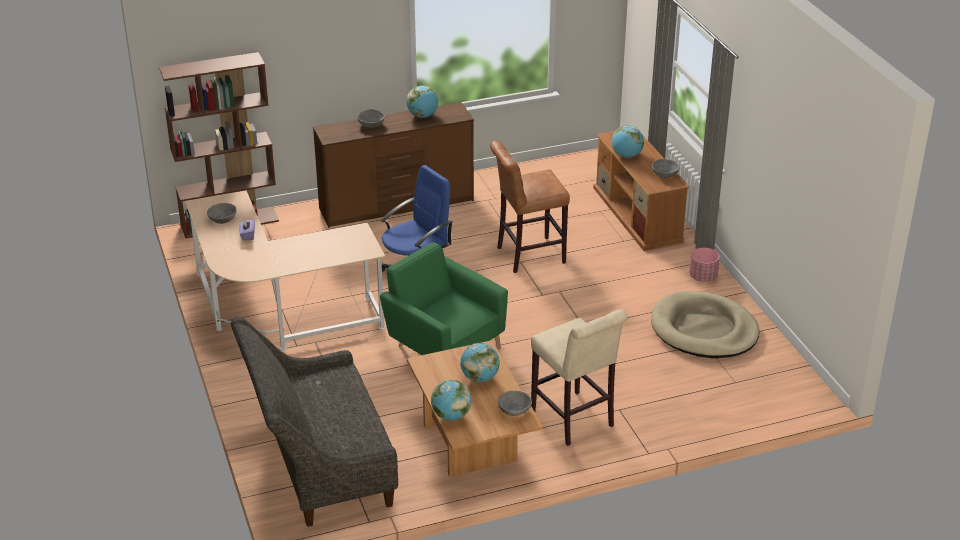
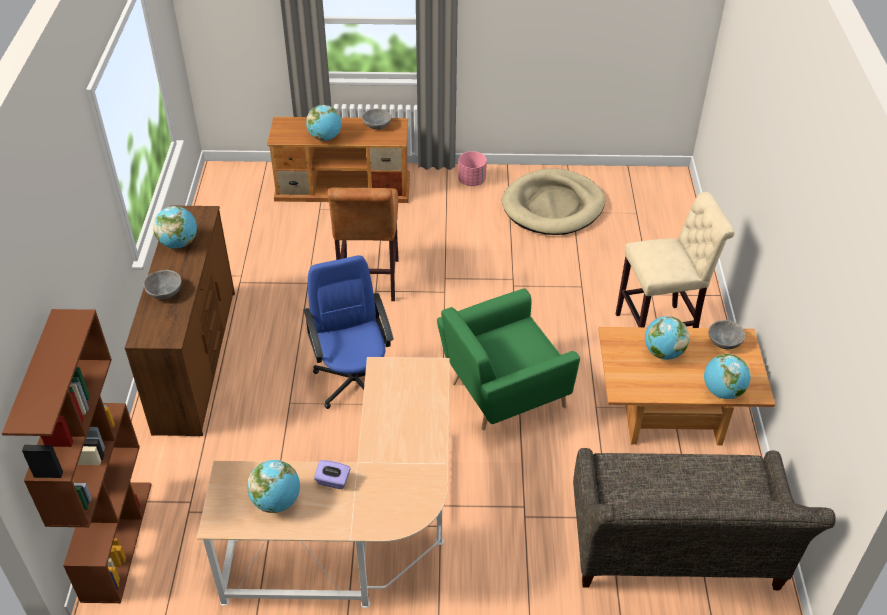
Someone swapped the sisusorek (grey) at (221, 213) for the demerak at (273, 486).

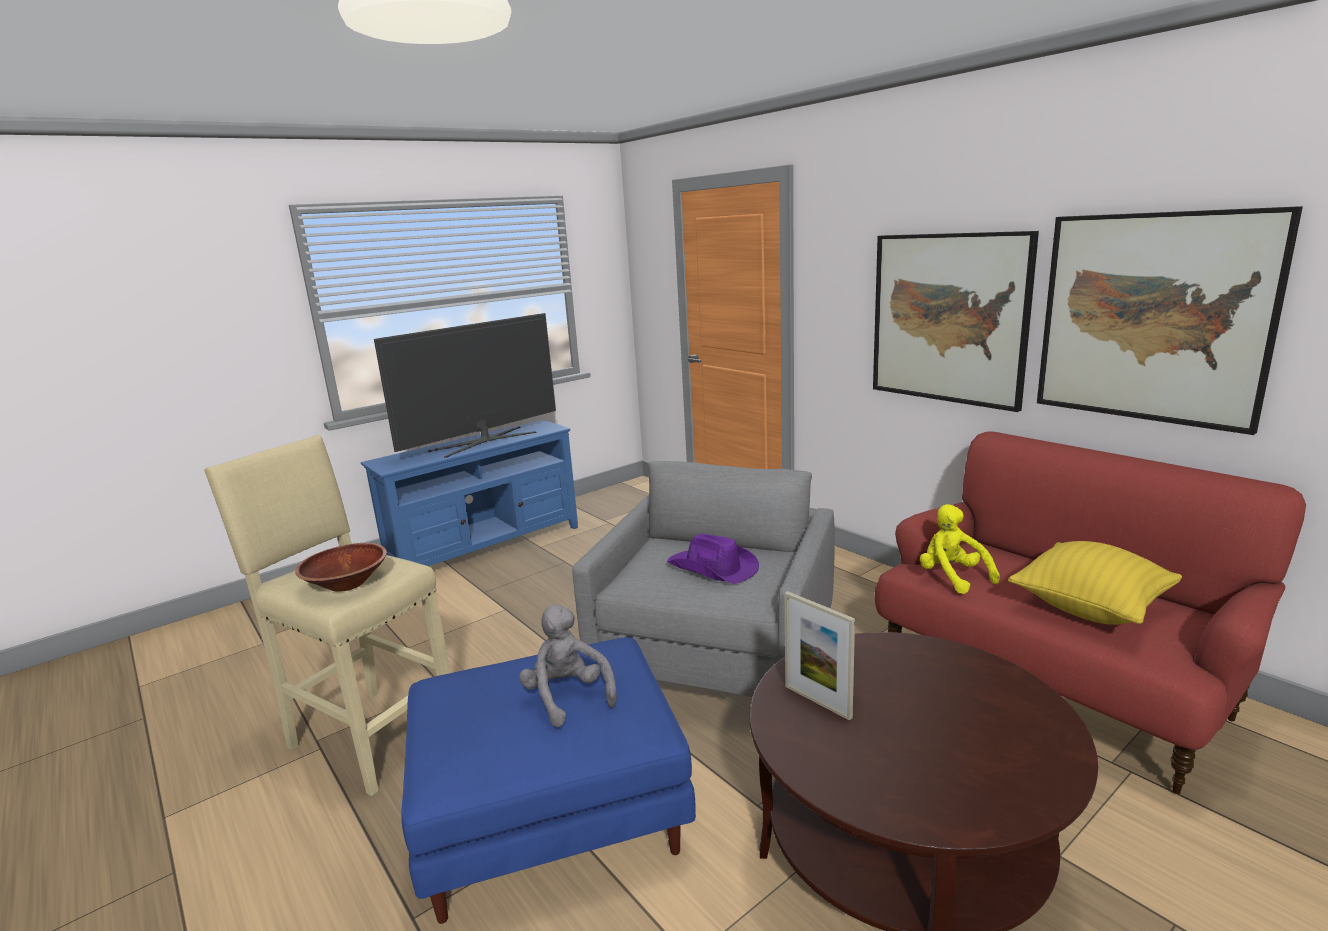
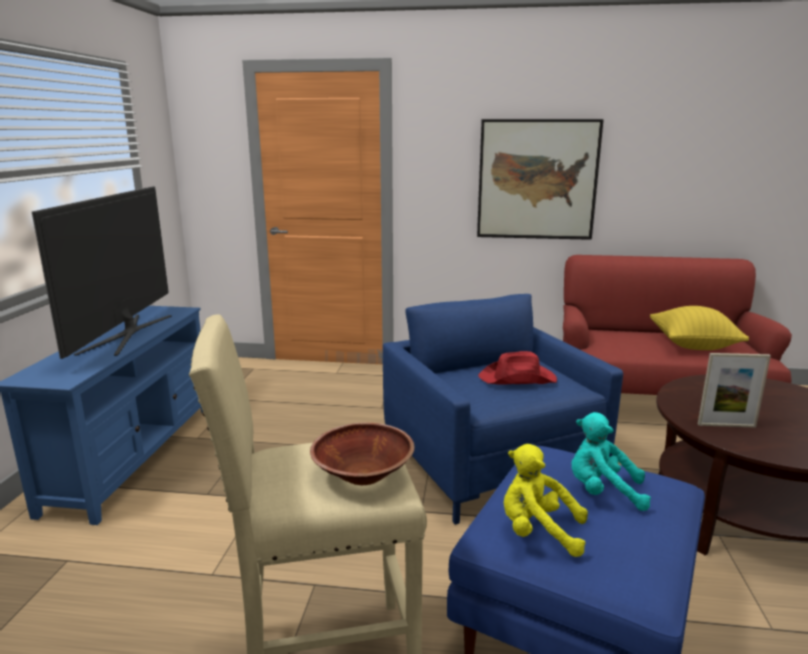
Someone took away the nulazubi at (1170, 320). Someone repainted the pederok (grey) at (703, 579), which became the pederok (blue) at (503, 409). Someone carried the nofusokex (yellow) from (960, 549) to (546, 500). Someone repainted the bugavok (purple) at (713, 559), which became the bugavok (red) at (517, 368). Someone repainted the nofusokex (grey) at (568, 665), which became the nofusokex (turquoise) at (611, 461).

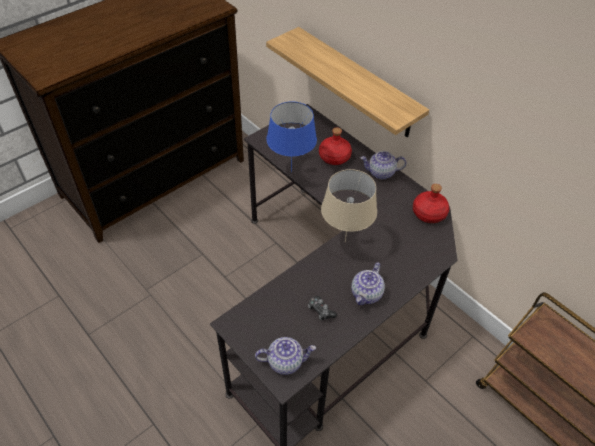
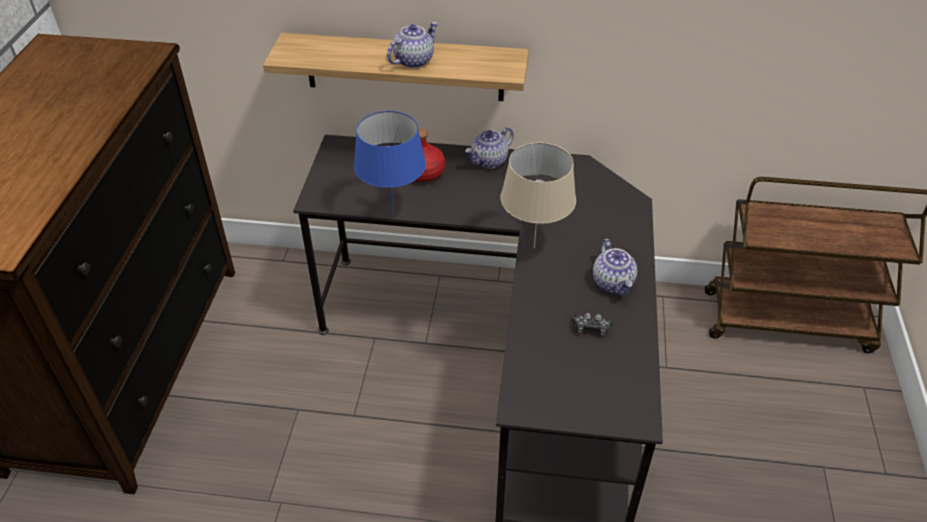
Someone took away the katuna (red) at (431, 203). Someone carried the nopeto from (285, 356) to (412, 45).

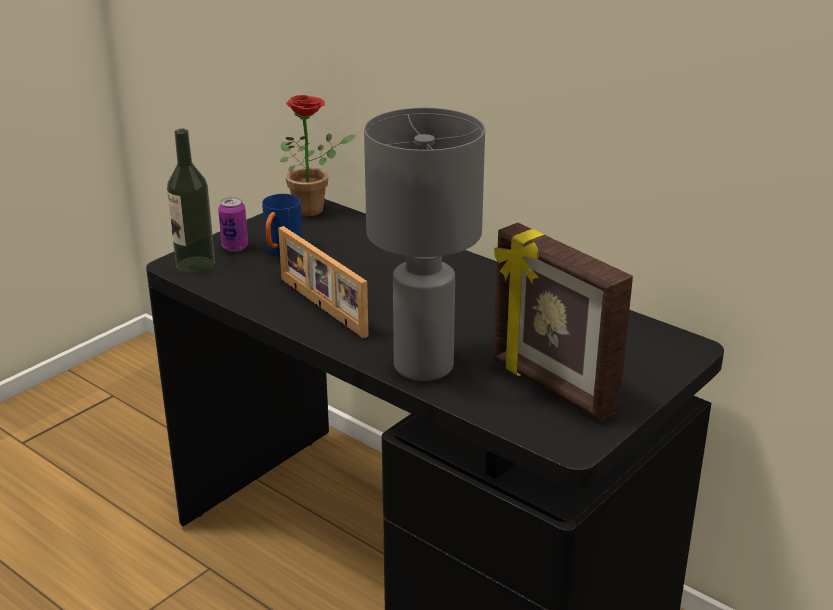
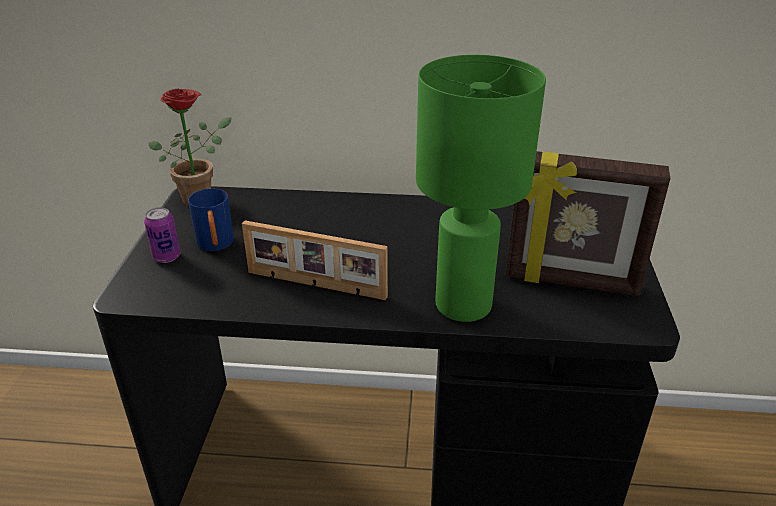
Someone repainted the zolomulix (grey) at (424, 244), which became the zolomulix (green) at (481, 188). Someone took away the katuna at (191, 201).

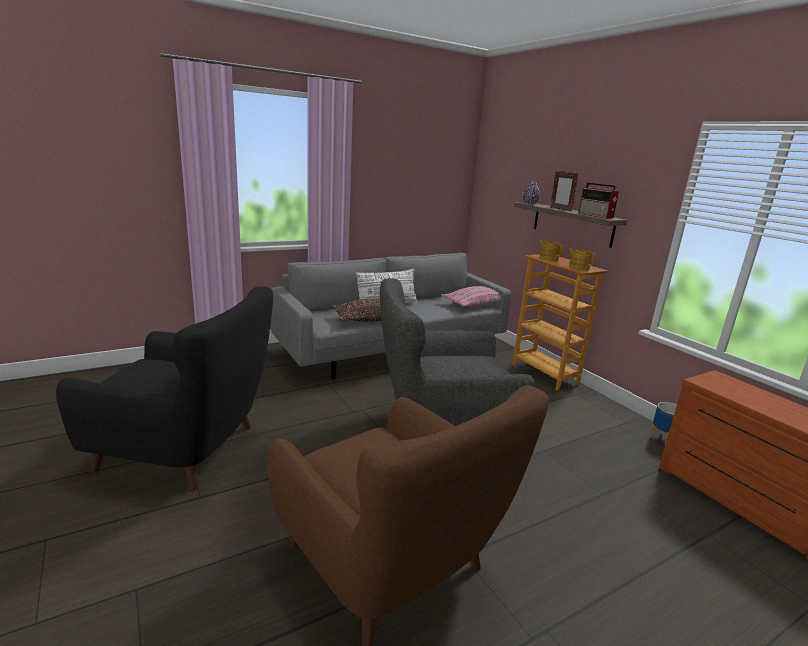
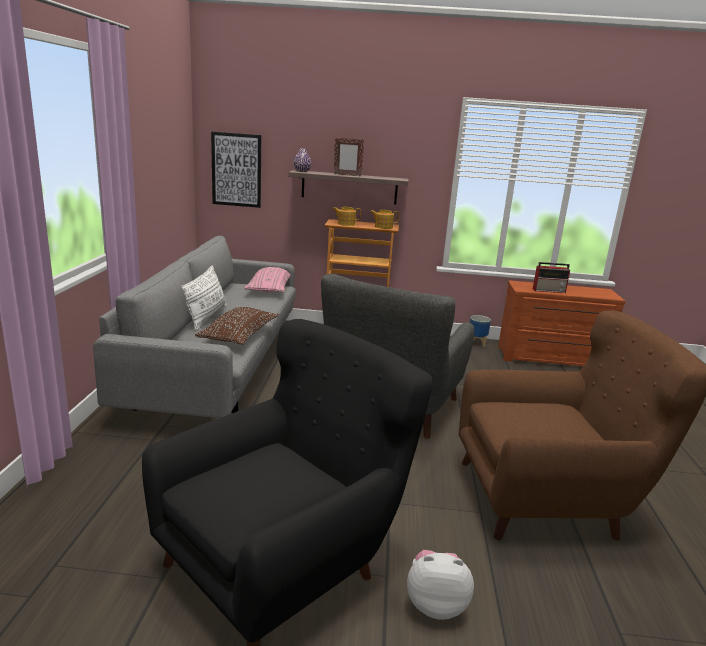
Someone carried the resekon from (598, 200) to (551, 277). Someone put up the nulazubi at (236, 169). Someone put down the nofusokex at (440, 585).

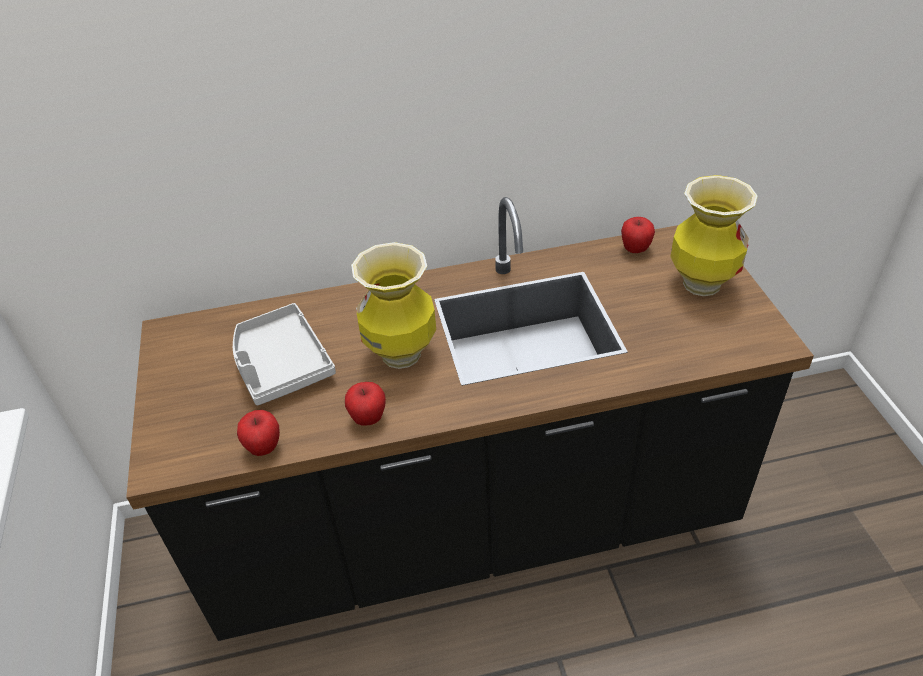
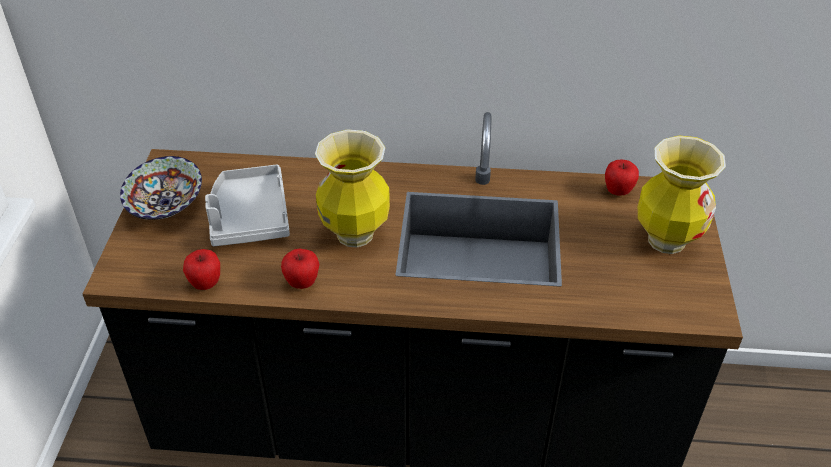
Someone put down the sisusorek at (161, 188).

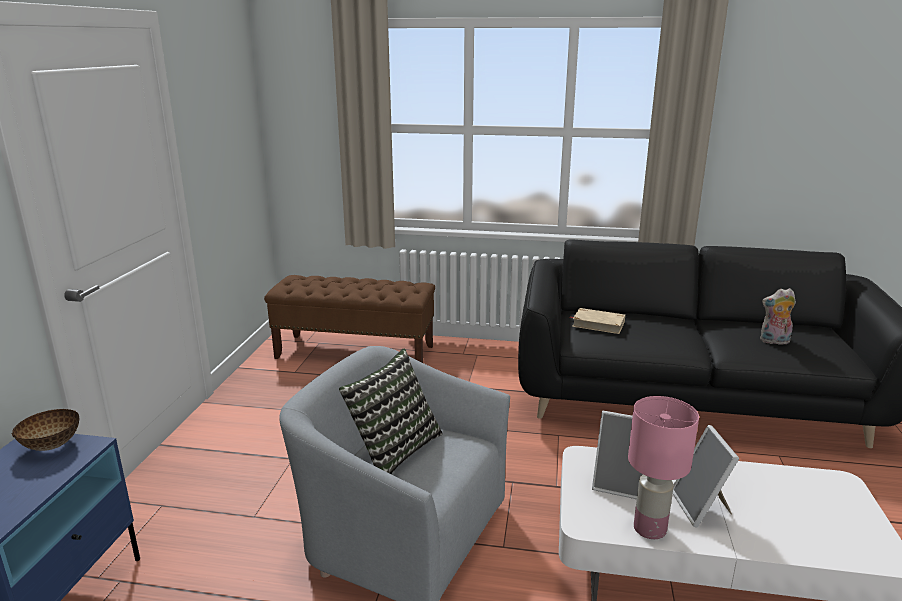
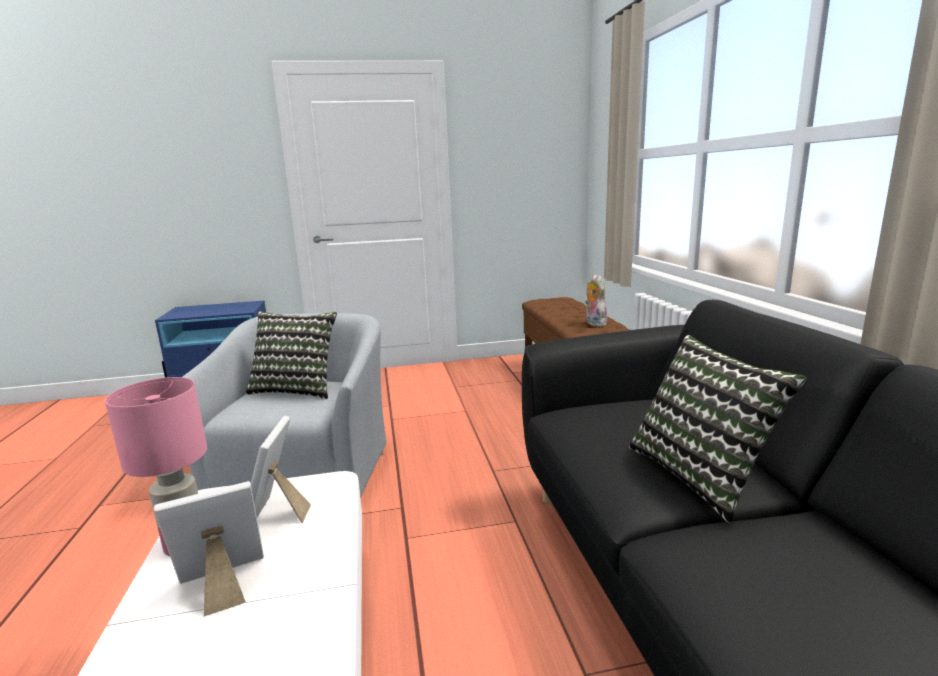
Someone carried the nofusokex from (778, 316) to (596, 300). Someone took away the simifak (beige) at (597, 321). Someone took away the sisusorek at (45, 430). Someone put down the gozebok at (718, 428).

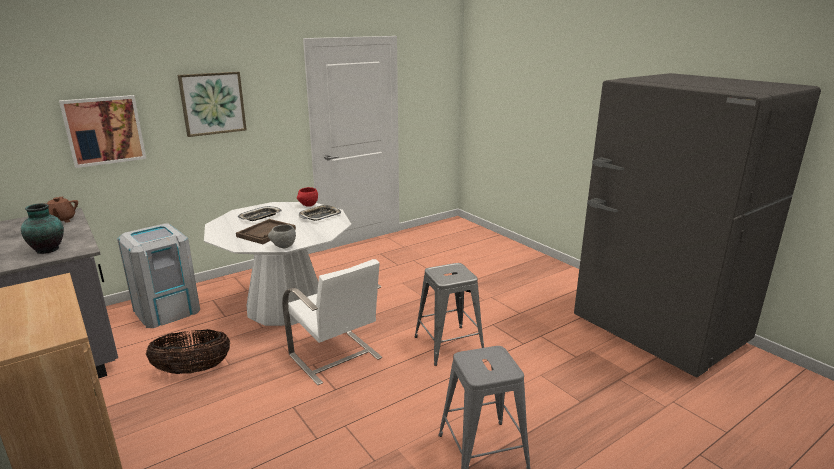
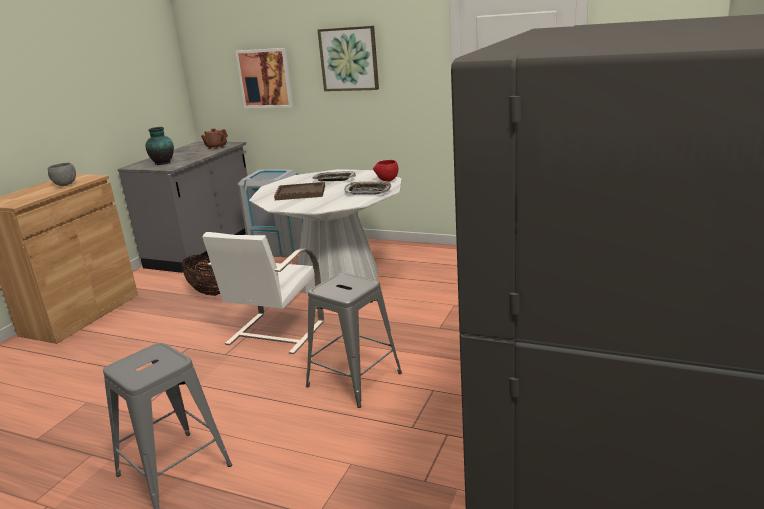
Someone carried the sisusorek (grey) from (282, 236) to (62, 174).

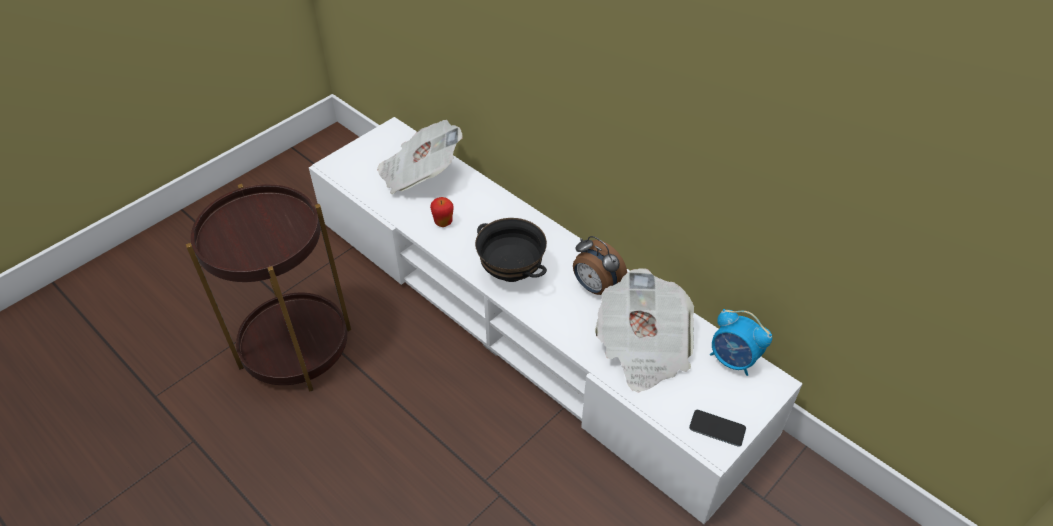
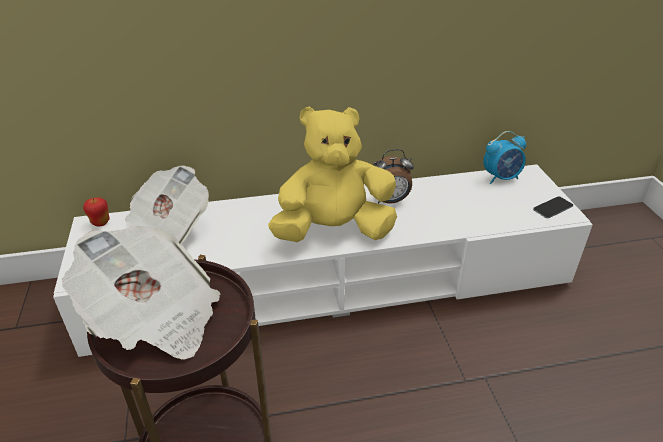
Someone carried the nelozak from (442, 212) to (96, 211). Someone swapped the sisusorek (black) at (511, 250) for the nofusokex (yellow) at (332, 174). Someone carried the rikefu from (644, 330) to (141, 293).

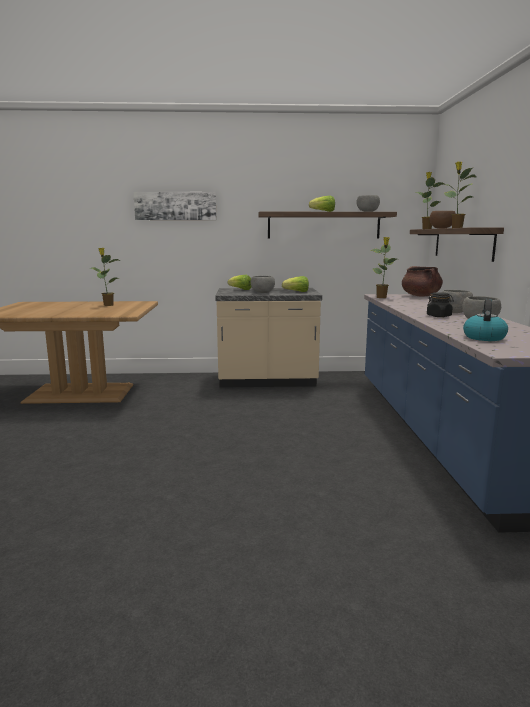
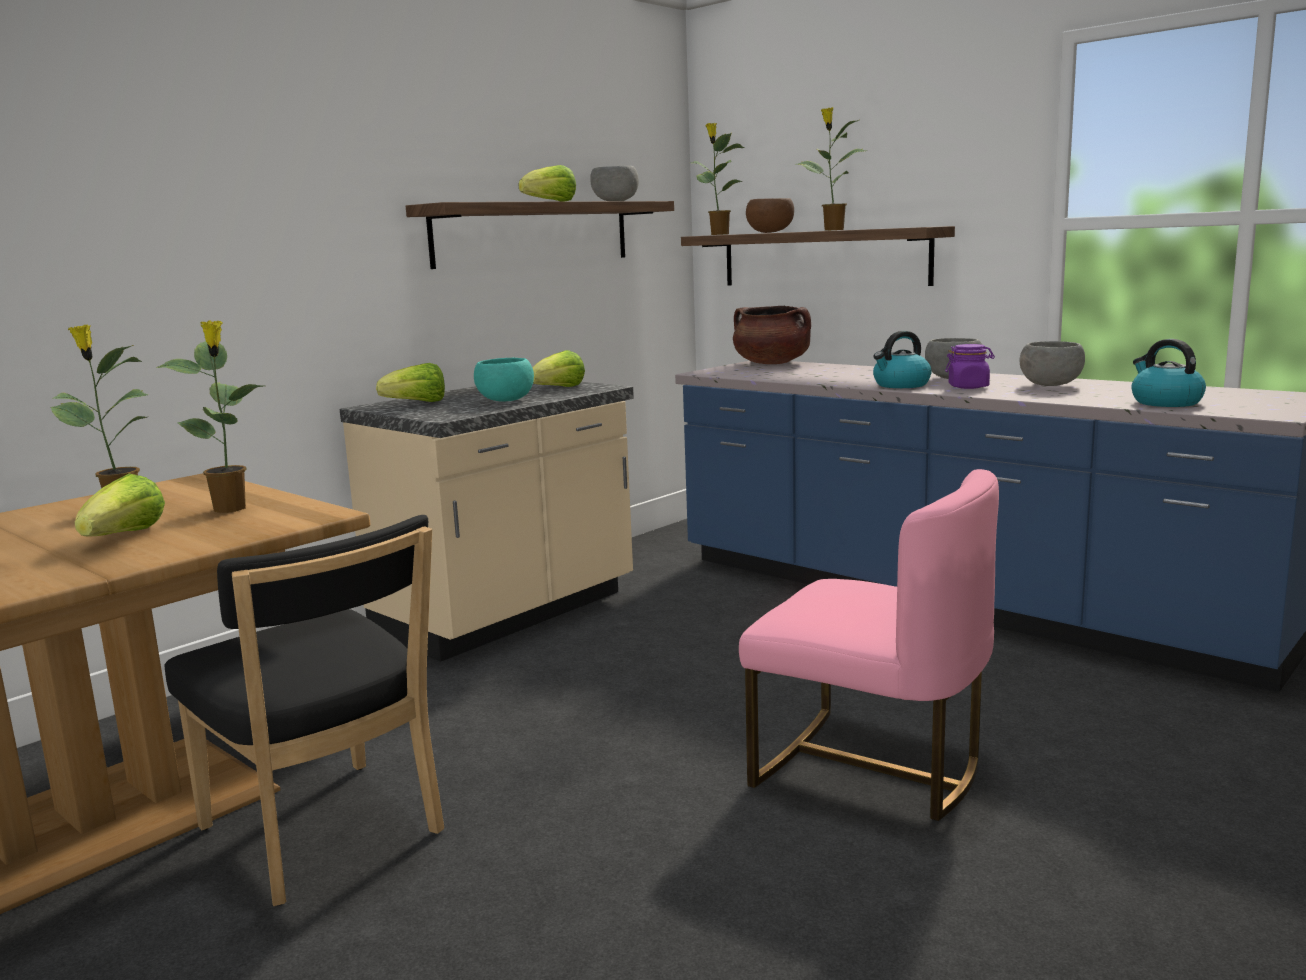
Someone took away the nulazubi at (174, 206). Someone carried the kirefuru from (383, 267) to (209, 416). Someone repainted the sisusorek (grey) at (263, 284), which became the sisusorek (turquoise) at (504, 379). Someone repainted the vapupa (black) at (440, 304), which became the vapupa (purple) at (970, 366). Someone put down the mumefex at (902, 359). Someone put down the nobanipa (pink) at (869, 645). Someone put down the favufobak at (120, 505). Someone put down the nobanipa (black) at (304, 710).

